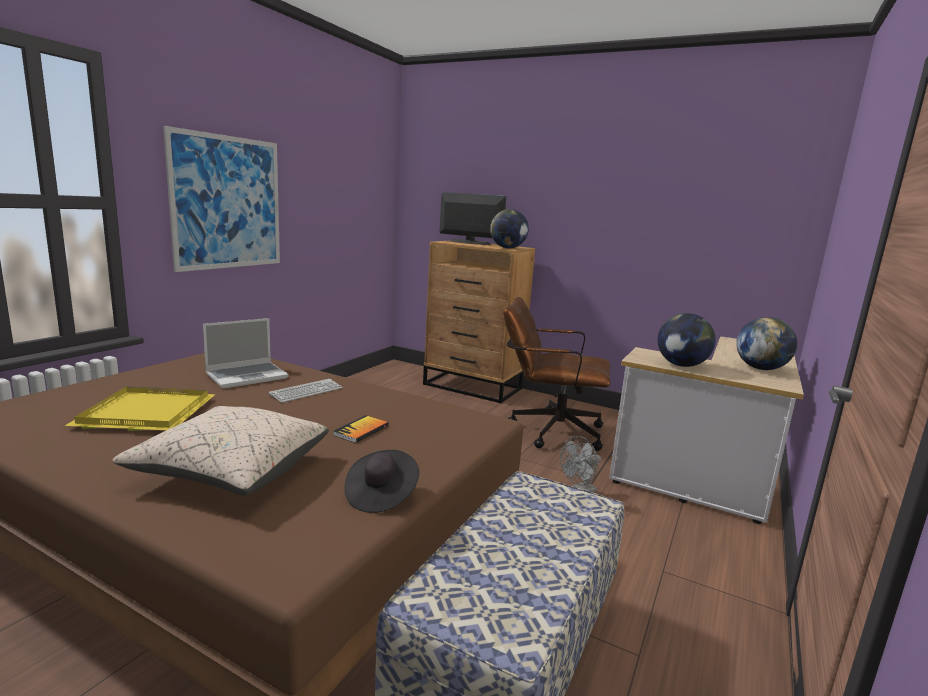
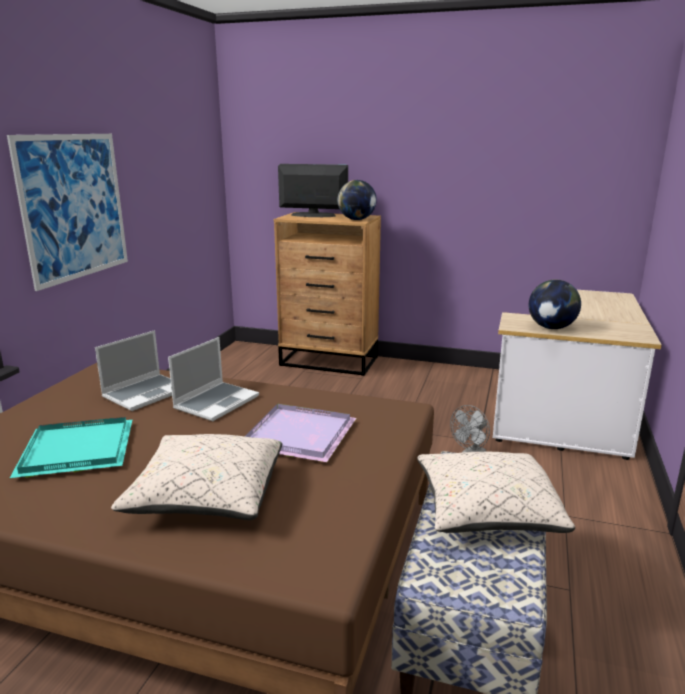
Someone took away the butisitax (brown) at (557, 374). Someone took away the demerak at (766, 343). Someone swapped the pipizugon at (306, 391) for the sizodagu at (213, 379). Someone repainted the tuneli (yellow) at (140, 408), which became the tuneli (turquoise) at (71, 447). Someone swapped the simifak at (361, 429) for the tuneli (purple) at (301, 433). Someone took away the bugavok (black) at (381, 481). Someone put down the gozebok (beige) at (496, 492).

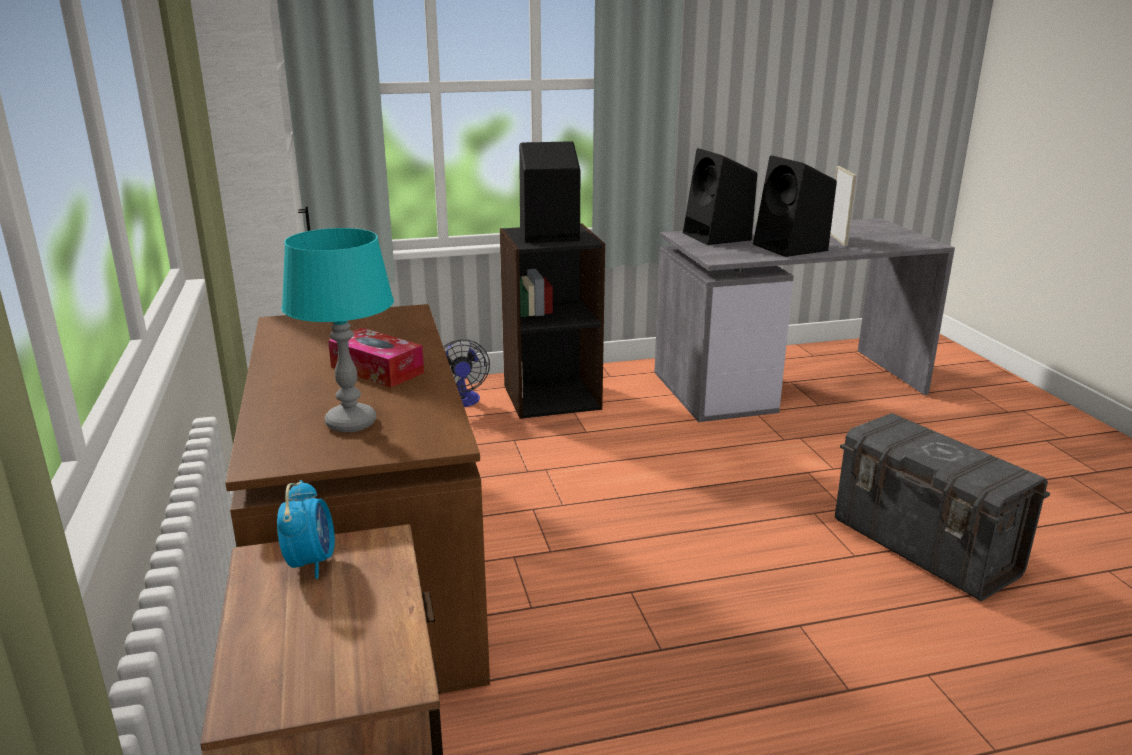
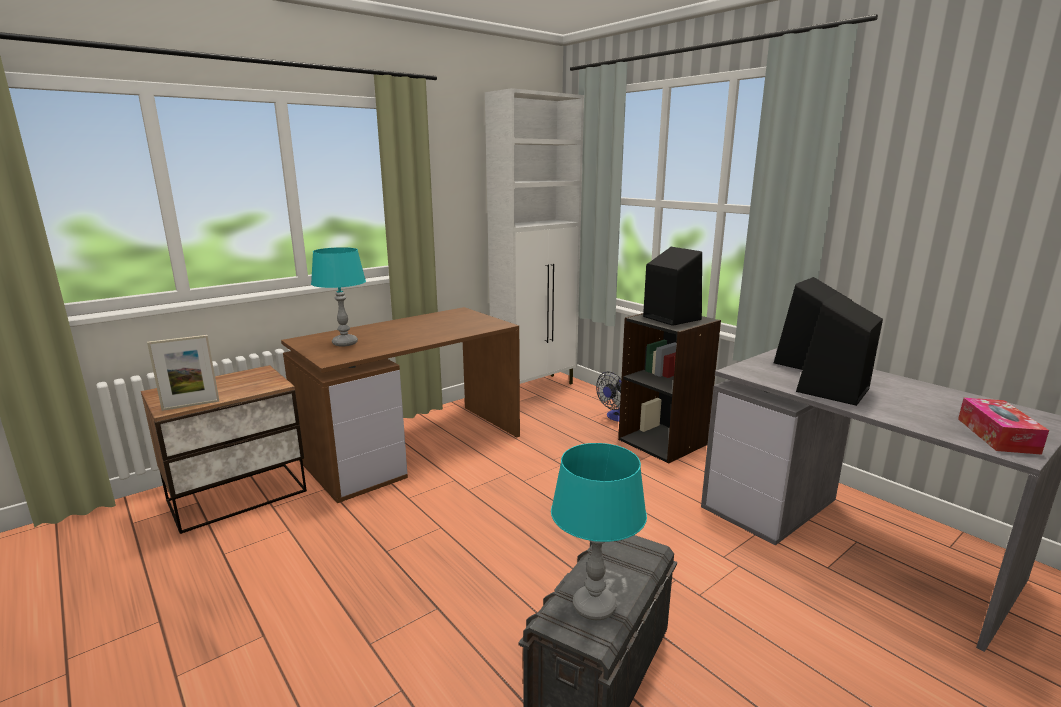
Someone carried the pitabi from (843, 206) to (183, 373). Someone carried the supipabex from (376, 358) to (1003, 426). Someone took away the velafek at (306, 529). Someone put down the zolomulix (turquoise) at (599, 531).

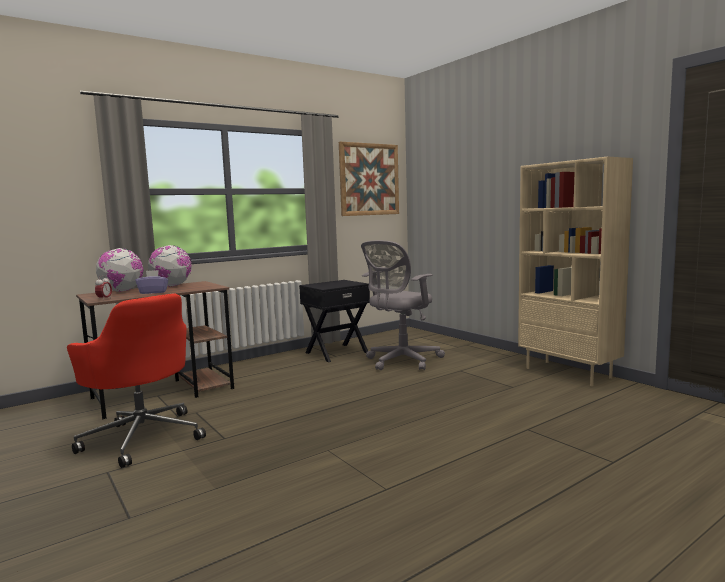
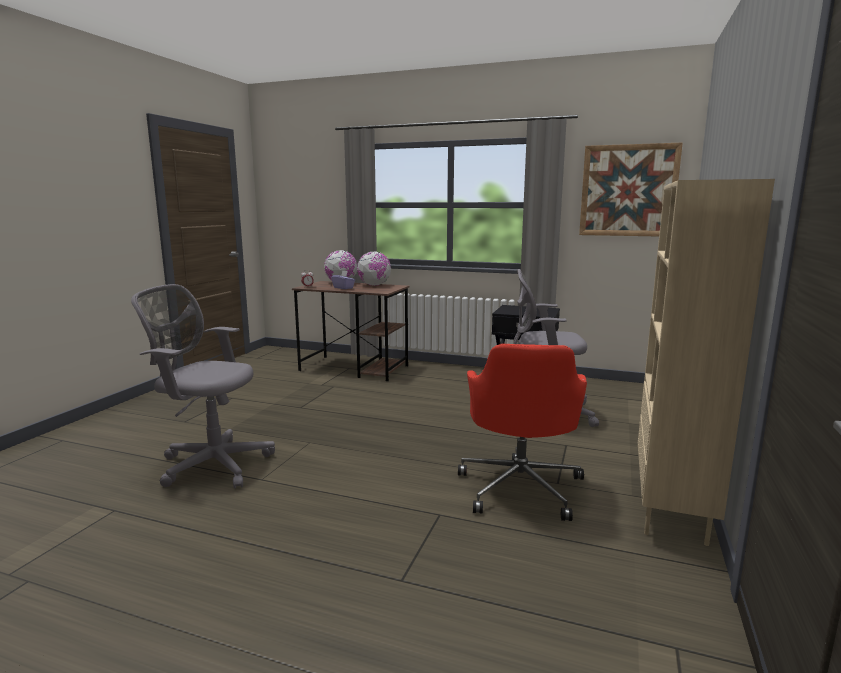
Someone carried the butisitax (red) from (136, 380) to (522, 432). Someone put down the butisitax (grey) at (203, 386).

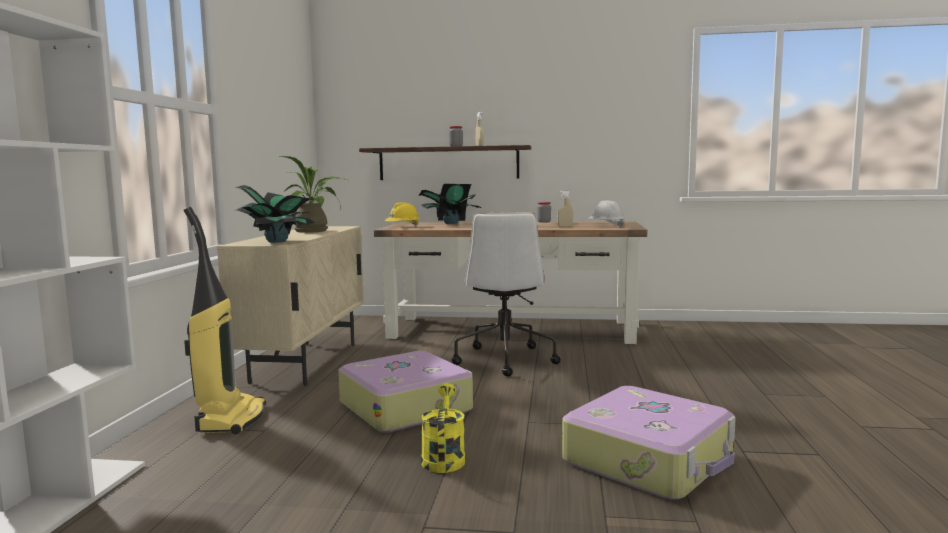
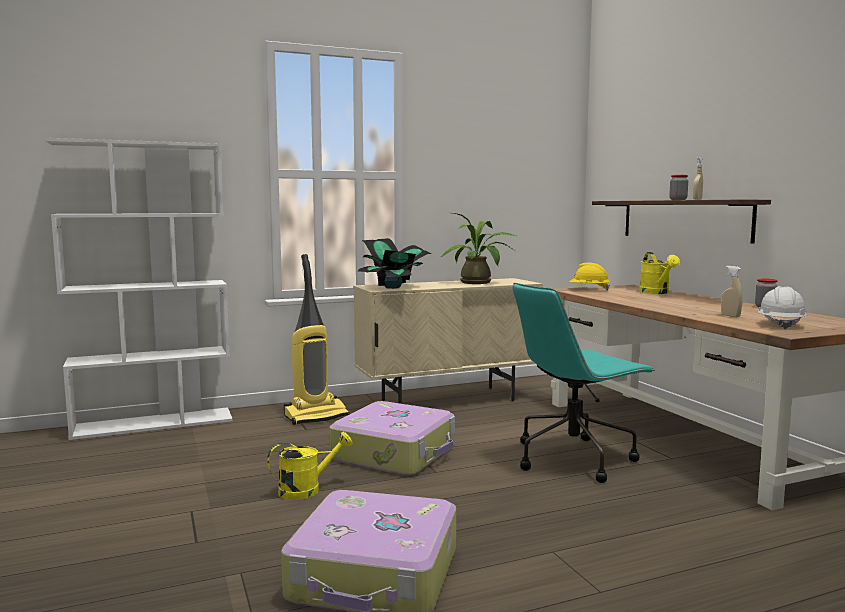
Someone swapped the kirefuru at (449, 204) for the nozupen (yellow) at (659, 273). Someone repainted the butisitax (white) at (506, 294), which became the butisitax (turquoise) at (583, 383).

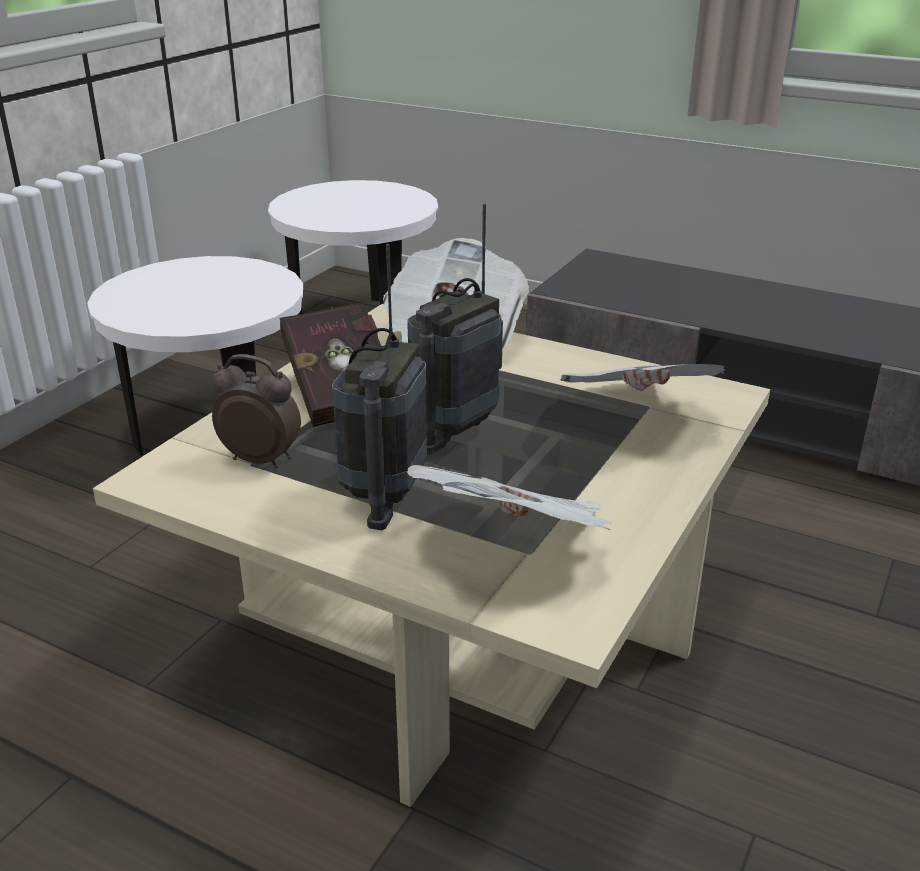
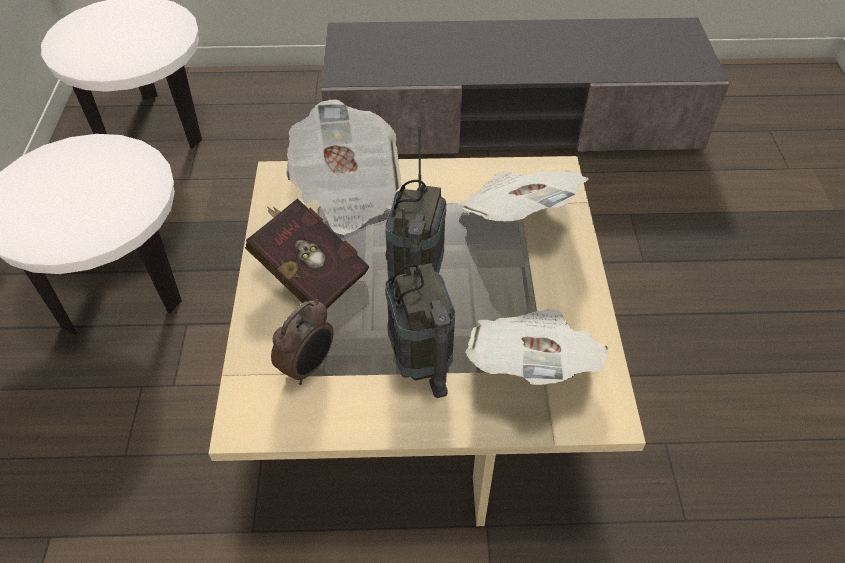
Someone rotated the velafek at (256, 411) by 135 degrees clockwise.

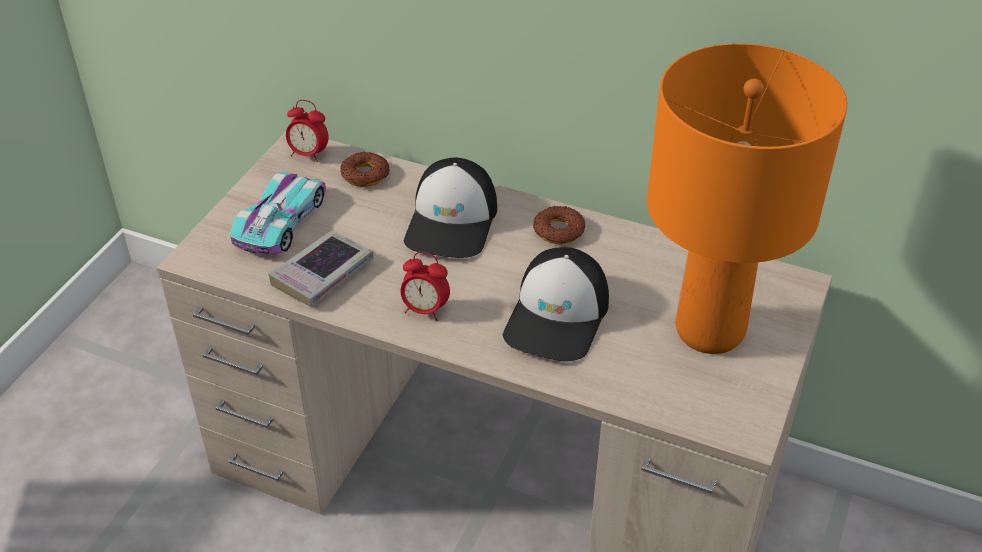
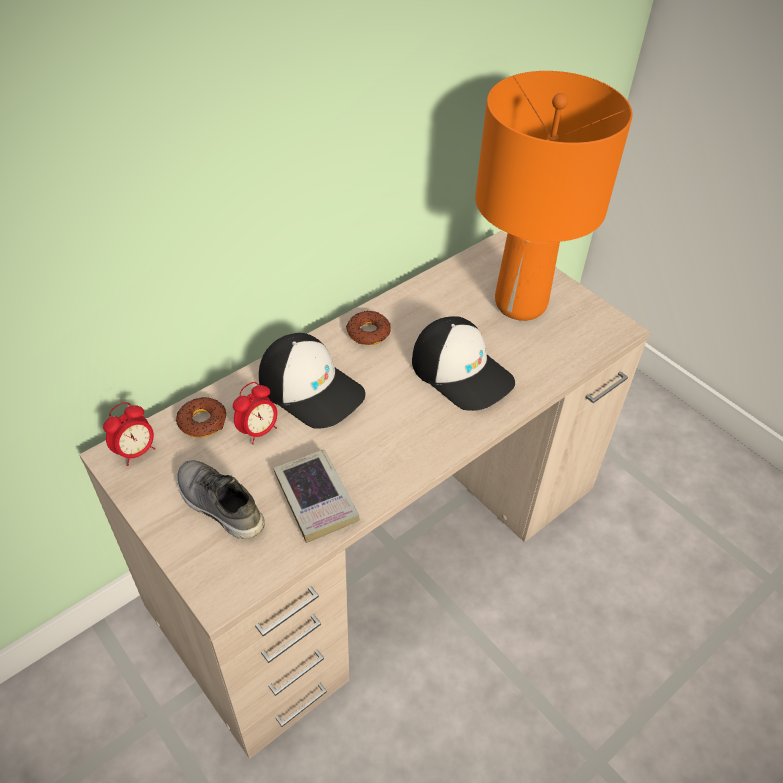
Someone swapped the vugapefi at (278, 213) for the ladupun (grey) at (221, 500). Someone carried the velafek from (425, 286) to (255, 413).

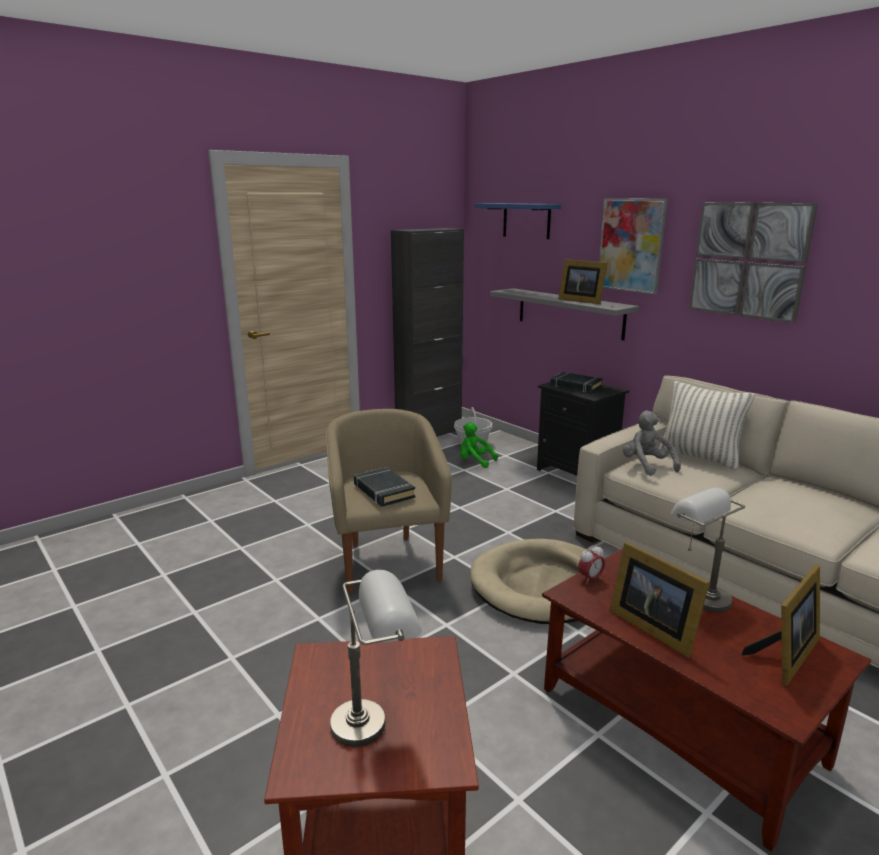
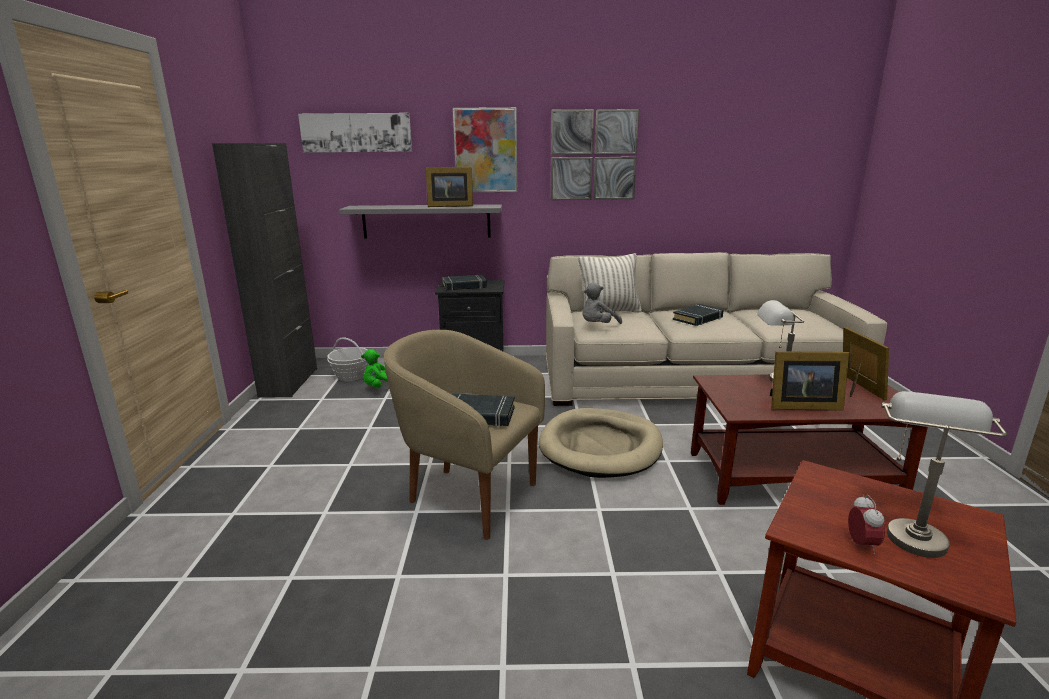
Someone swapped the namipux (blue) at (518, 221) for the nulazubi at (355, 133). Someone rotated the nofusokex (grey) at (652, 443) by 60 degrees counterclockwise. Someone carried the velafek from (591, 564) to (866, 525). Someone put down the simifak (black) at (698, 315).

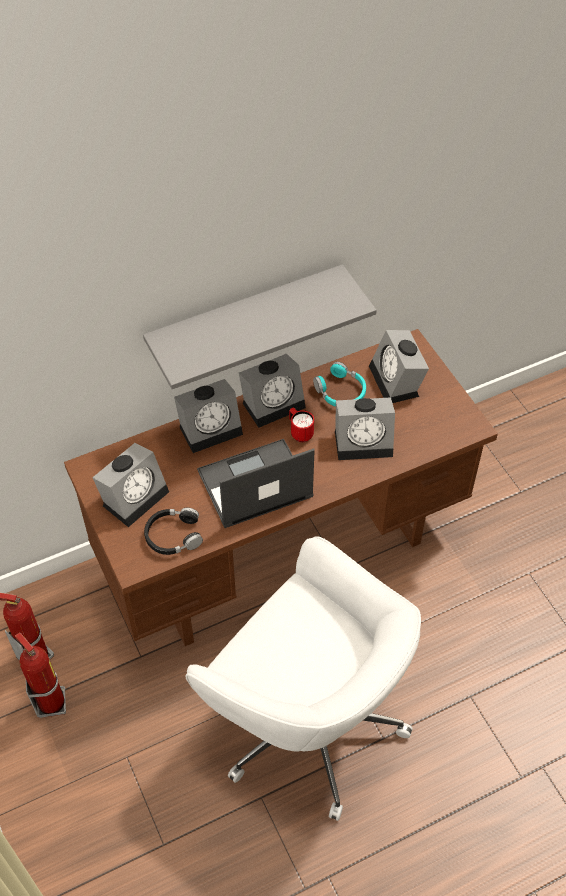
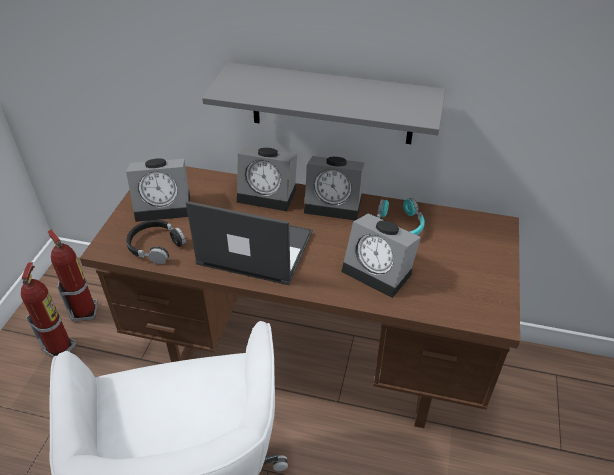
Someone took away the velafek at (399, 366). Someone took away the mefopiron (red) at (301, 425).

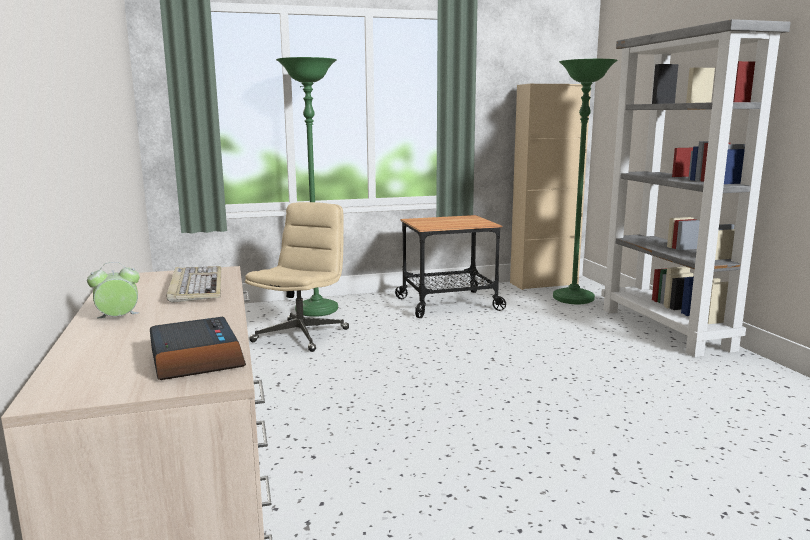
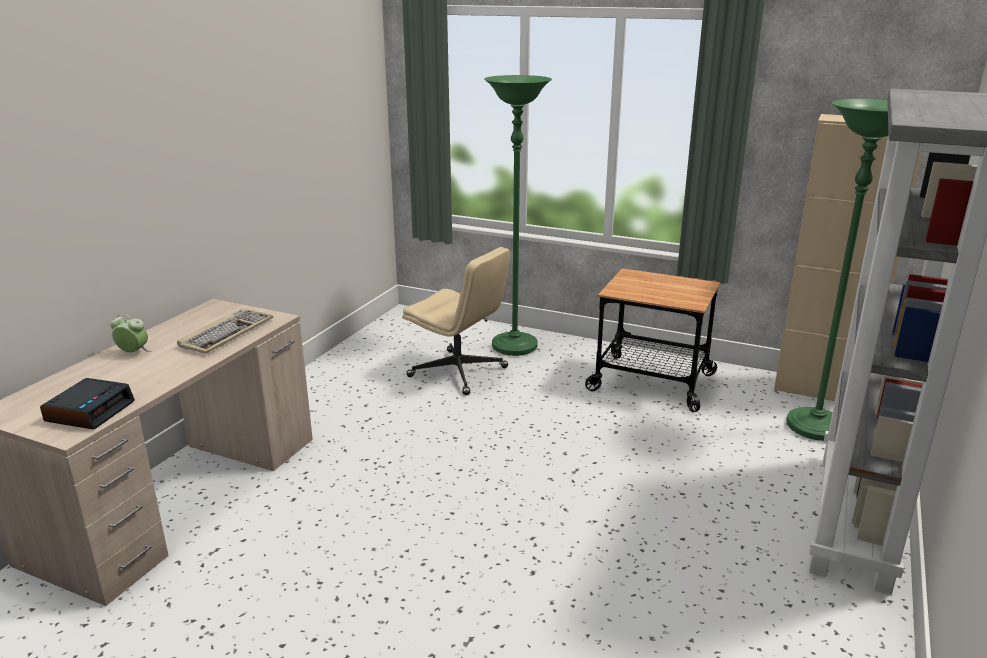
Someone rotated the butisitax (beige) at (297, 277) by 60 degrees clockwise.

